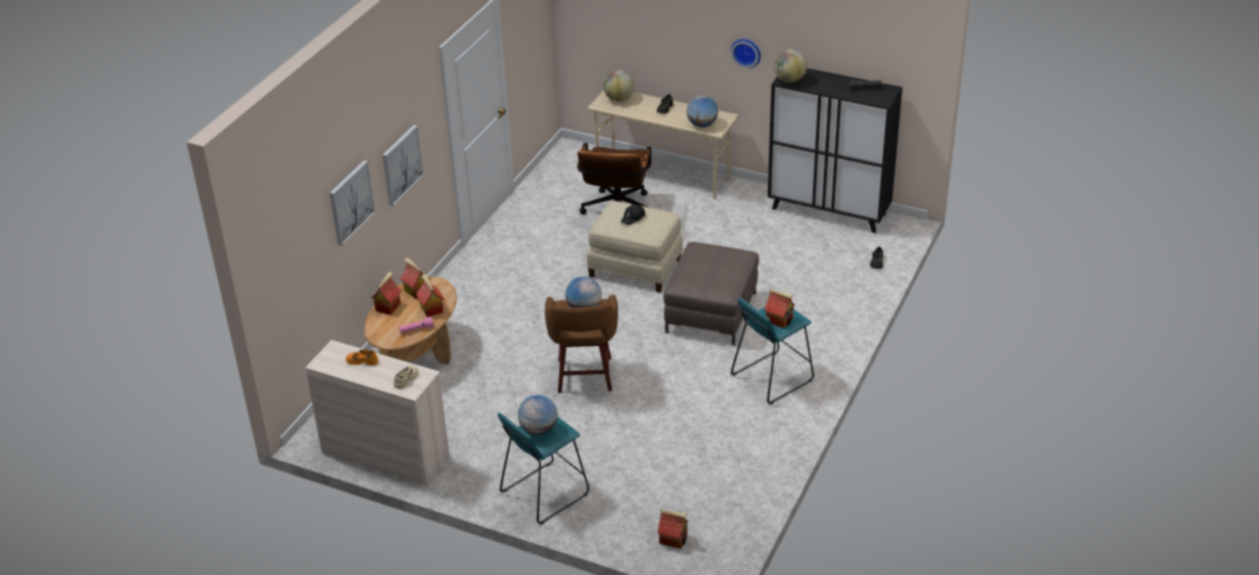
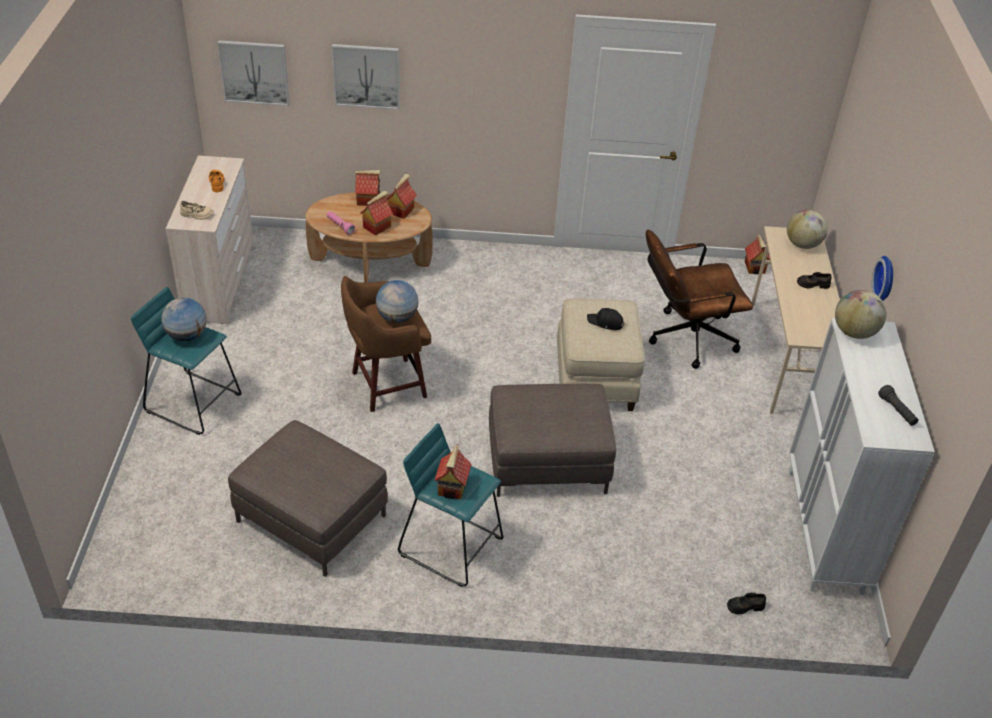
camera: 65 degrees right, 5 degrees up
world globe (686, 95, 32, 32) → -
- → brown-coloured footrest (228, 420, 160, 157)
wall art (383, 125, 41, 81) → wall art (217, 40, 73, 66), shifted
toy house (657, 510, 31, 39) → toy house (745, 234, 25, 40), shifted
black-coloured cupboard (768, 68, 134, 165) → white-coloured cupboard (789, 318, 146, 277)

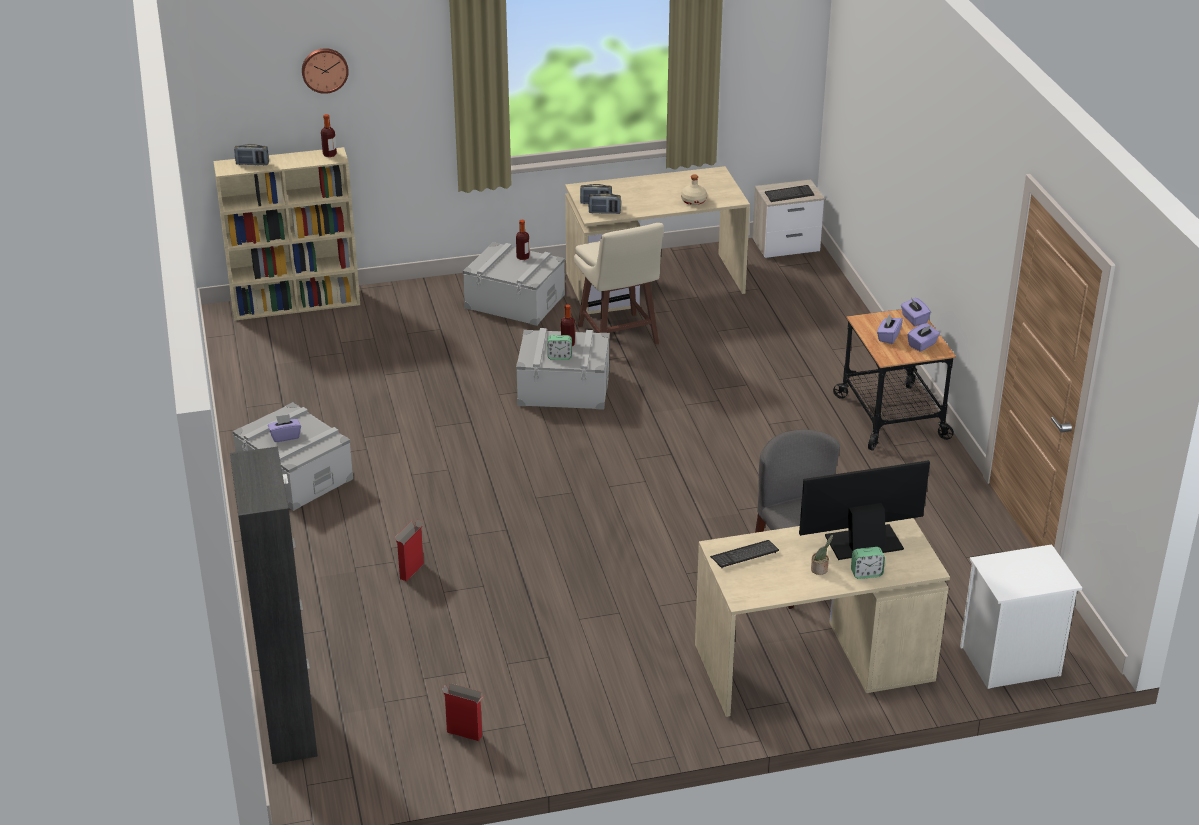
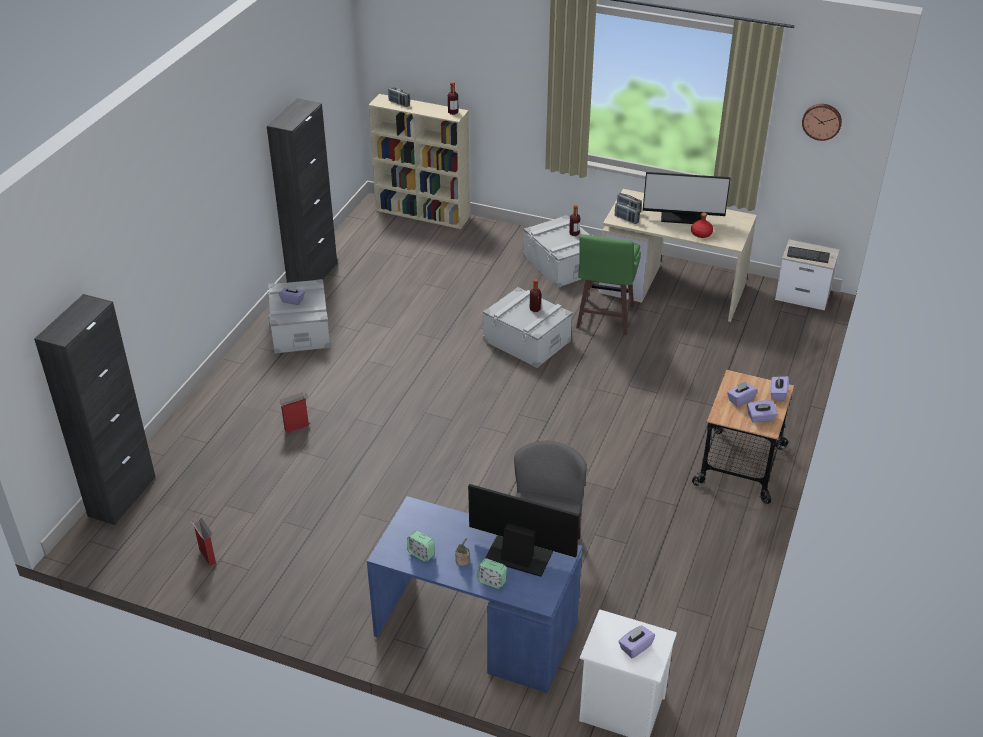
camera: 35 degrees right, 5 degrees up
keyboard (710, 540, 69, 28) → -
- → black-coloured cupboard (267, 98, 70, 185)
- → purplish box of tissues (618, 625, 37, 34)
- → computer display (643, 172, 88, 52)
hanging clock (302, 48, 47, 46) → hanging clock (802, 104, 40, 37), shifted
bedside clock (547, 335, 25, 25) → bedside clock (407, 530, 28, 32), shifted
sand-coloured stool seat (574, 223, 90, 122) → green stool seat (576, 235, 65, 100)
sand-coloured bottle (681, 174, 26, 31) → reddish bottle (691, 212, 22, 26)
sand-coloured desk unit (695, 518, 255, 199) → bluish desk unit (367, 496, 216, 197)

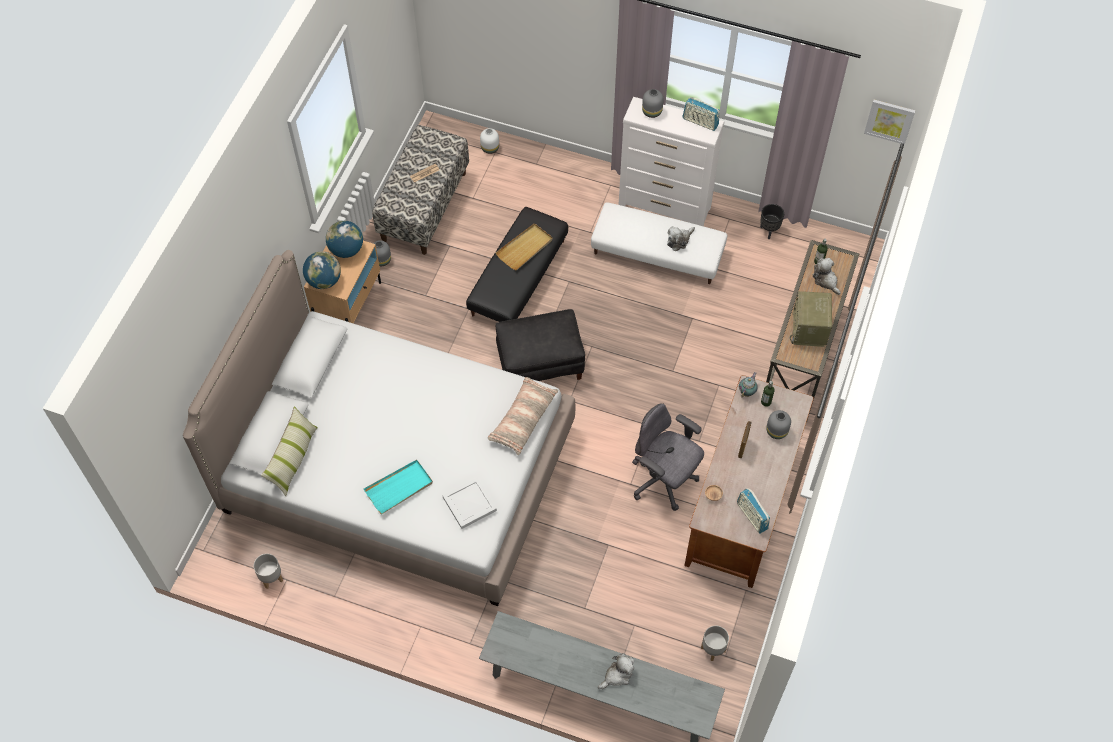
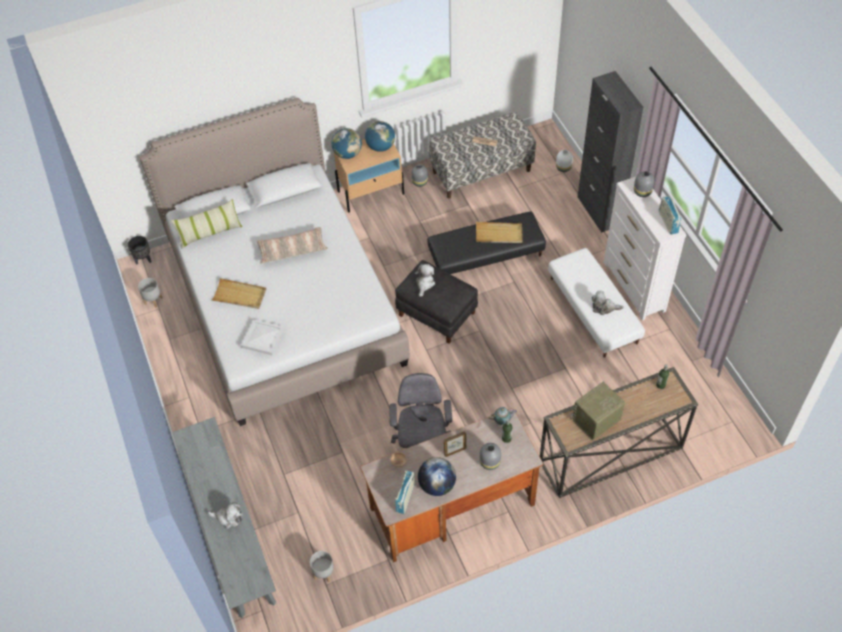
camera: 50 degrees right, 5 degrees down
wall art (864, 100, 51, 45) → -
- → world globe (418, 457, 38, 39)
- → black-coloured cupboard (577, 71, 66, 162)
cushion (488, 377, 70, 78) → cushion (257, 227, 71, 37), shifted
black-coloured flower pot (760, 204, 24, 35) → black-coloured flower pot (128, 236, 24, 28), shifted
soft toy (813, 258, 28, 37) → soft toy (415, 264, 20, 33), shifted
turquoise-coloured carrying tray (364, 460, 69, 55) → sand-coloured carrying tray (212, 278, 54, 31)

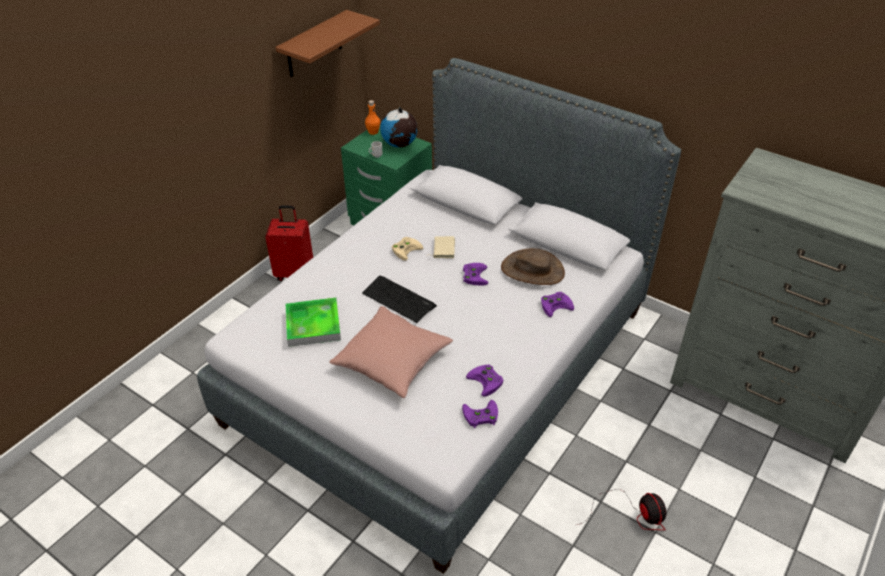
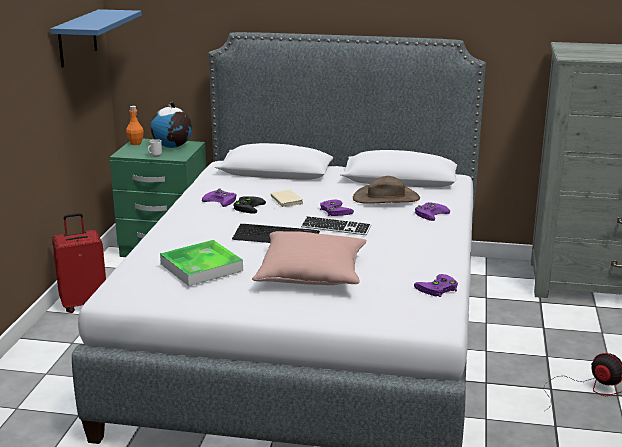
camera: 25 degrees left, 20 degrees down
- → keyboard (301, 216, 71, 19)
purplish gamepad (466, 364, 38, 33) → purplish gamepad (202, 188, 34, 19), shifted
brown-coloured wall shelf (275, 10, 105, 67) → bluish wall shelf (50, 9, 92, 59)
sand-coloured gamepad (392, 237, 31, 24) → black-coloured gamepad (233, 196, 33, 18)

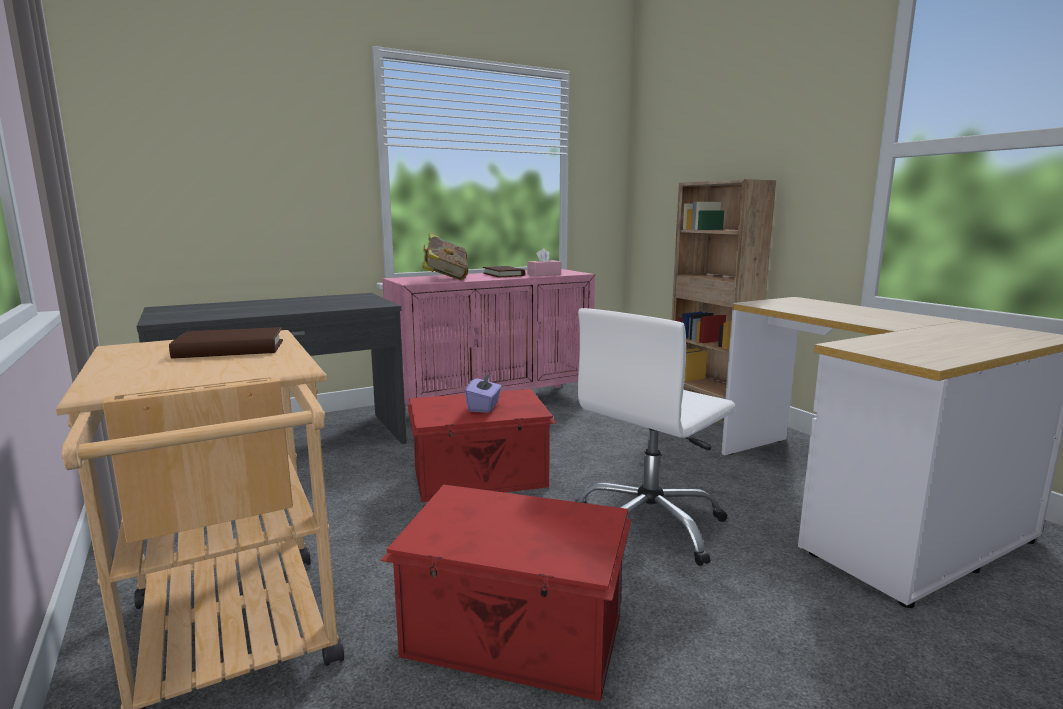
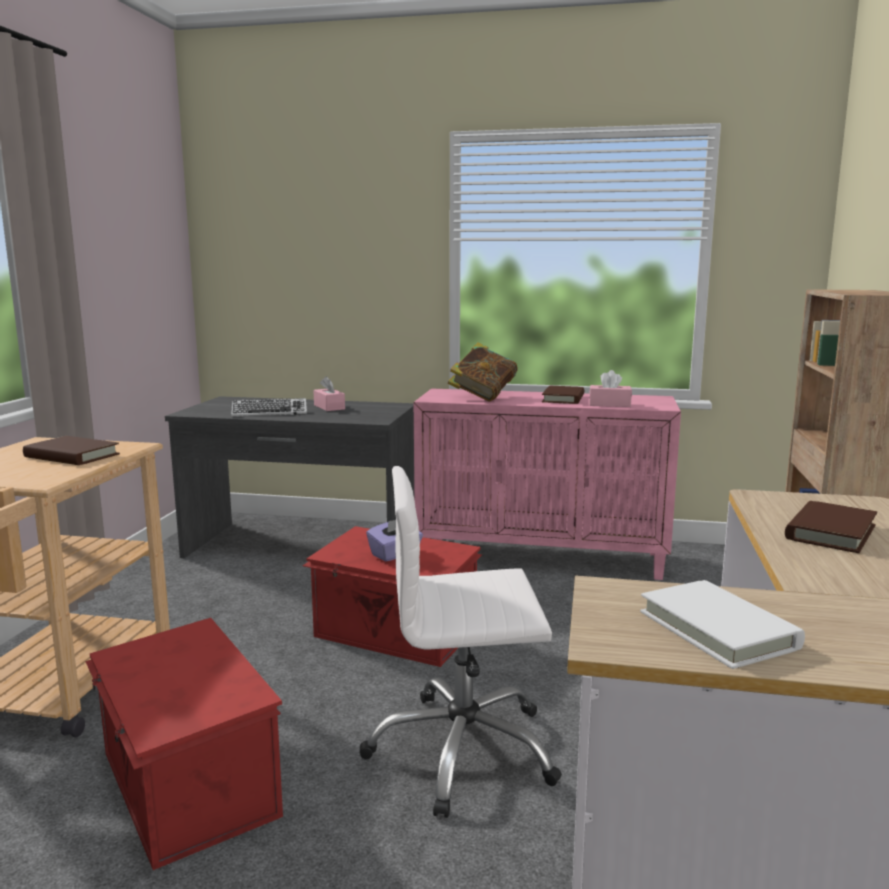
camera: 40 degrees right, 0 degrees up
- → keyboard (231, 398, 76, 19)
- → pinkish box of tissues (313, 376, 32, 35)
- → white-coloured volume (640, 580, 165, 89)
- → brown-coloured volume (785, 501, 92, 52)

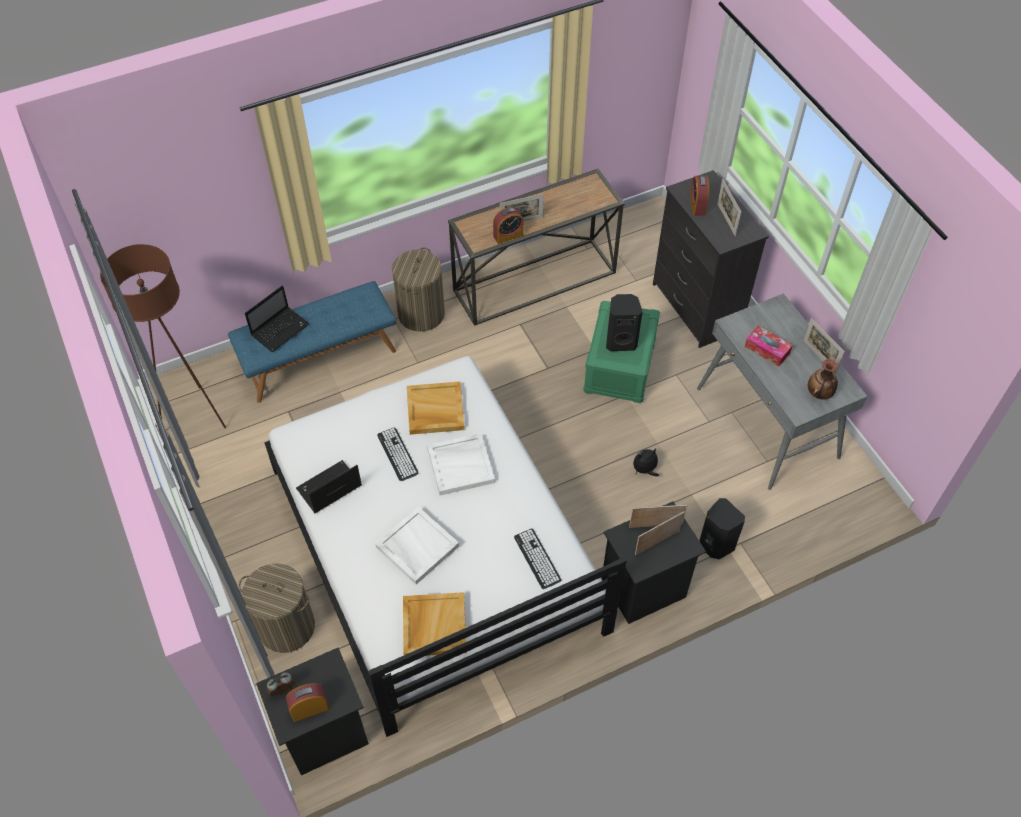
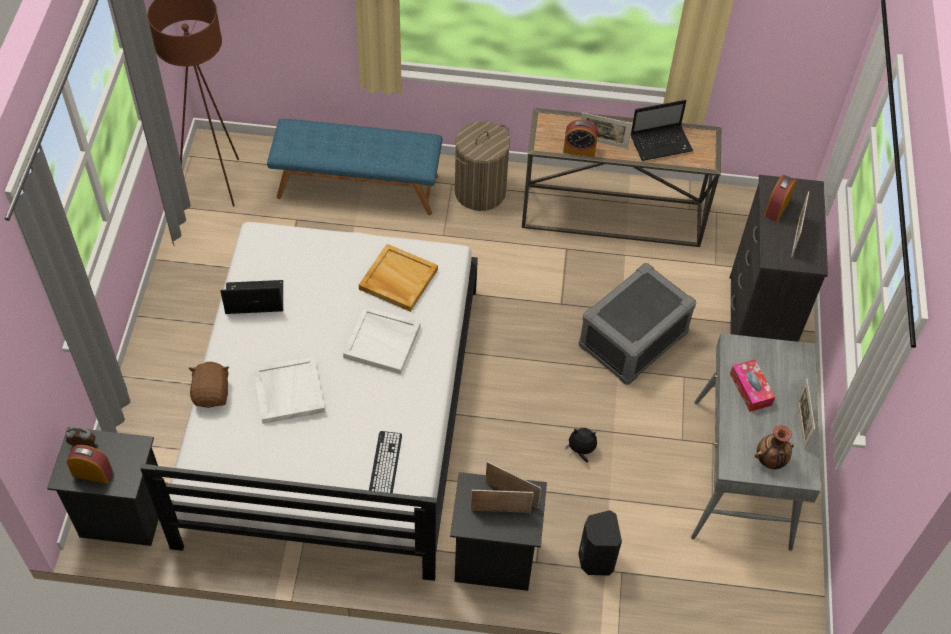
camera: 30 degrees right, 0 degrees up
laundry basket (239, 564, 76, 89) → -
keyboard (377, 428, 42, 53) → -
sand-coloured carrying tray (403, 592, 64, 64) → -
black-coloured loudspeaker (606, 294, 37, 57) → -
- → brown-coloured soft toy (189, 362, 40, 46)
portable computer (245, 285, 65, 67) → portable computer (630, 100, 63, 61), shifted
green storage bin (583, 301, 77, 102) → gray storage bin (579, 263, 117, 122)

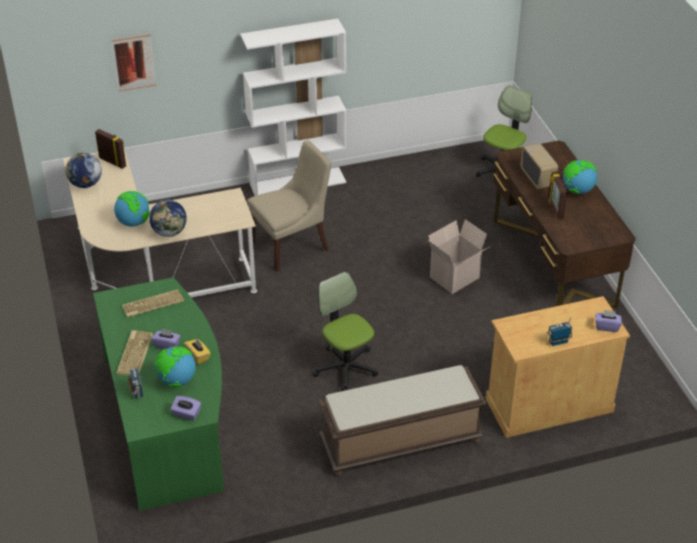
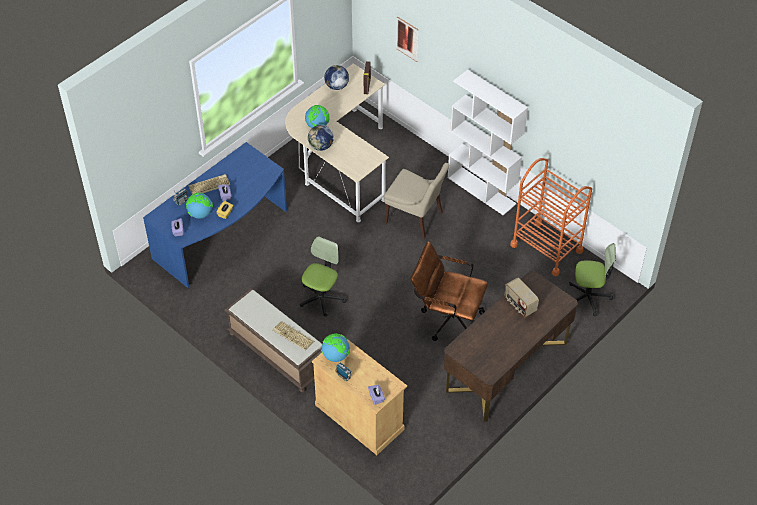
camera: 60 degrees right, 10 degrees up
standing frame (548, 171, 20, 48) → -
- → orange-coloured cart (510, 158, 82, 118)
keyboard (122, 289, 62, 28) → keyboard (272, 321, 42, 29), shifted
world globe (563, 160, 34, 34) → world globe (321, 334, 29, 28), shifted
packing box (428, 219, 63, 75) → brown-coloured computer chair (411, 241, 77, 100)
green desk unit (93, 277, 131, 234) → bluish desk unit (143, 142, 144, 146)
radio set (521, 143, 37, 46) → radio set (505, 277, 34, 40), 105 degrees clockwise

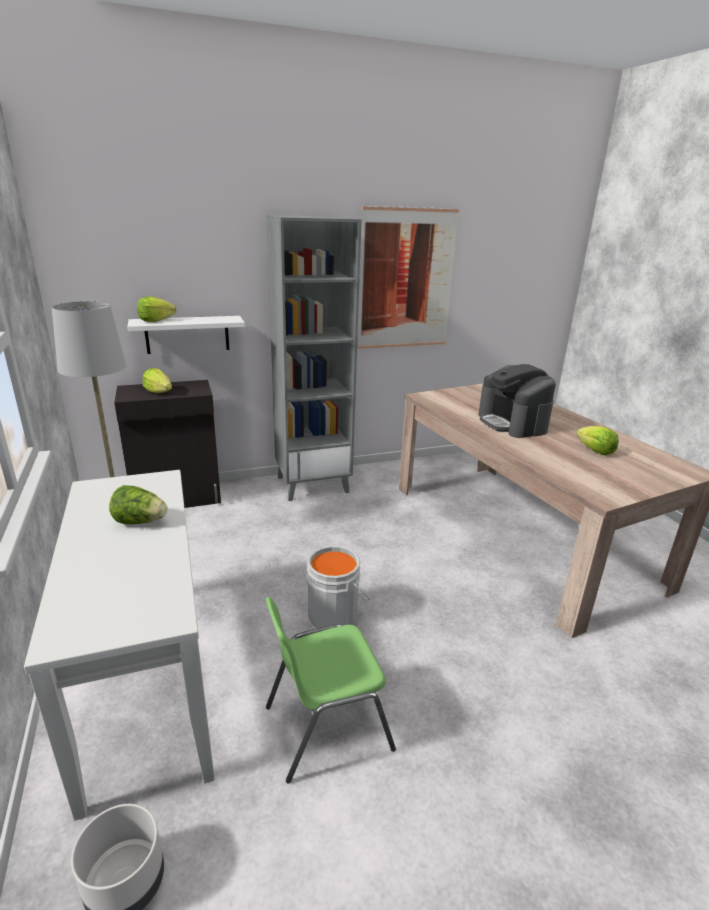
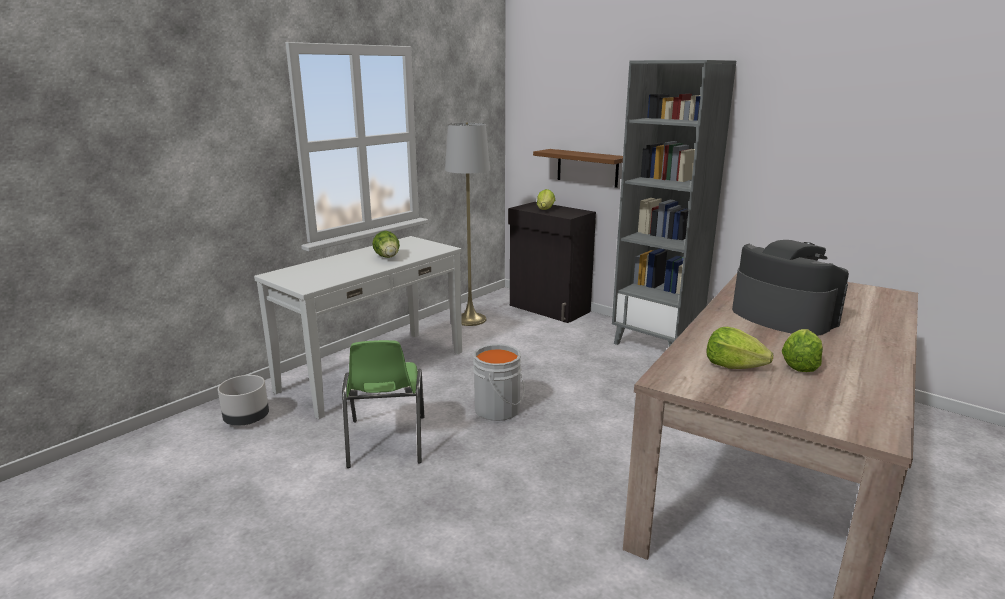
camera: 60 degrees right, 5 degrees down
wall art (357, 206, 102, 143) → -
lettuce head (137, 297, 39, 25) → lettuce head (706, 327, 67, 42), shifted
white-coloured wall shelf (127, 316, 118, 38) → brown-coloured wall shelf (533, 149, 90, 39)
green upright chair (265, 597, 131, 187) → green upright chair (342, 340, 82, 128), 135 degrees counterclockwise
coffee machine (478, 364, 78, 74) → coffee machine (732, 240, 117, 96), 105 degrees clockwise

